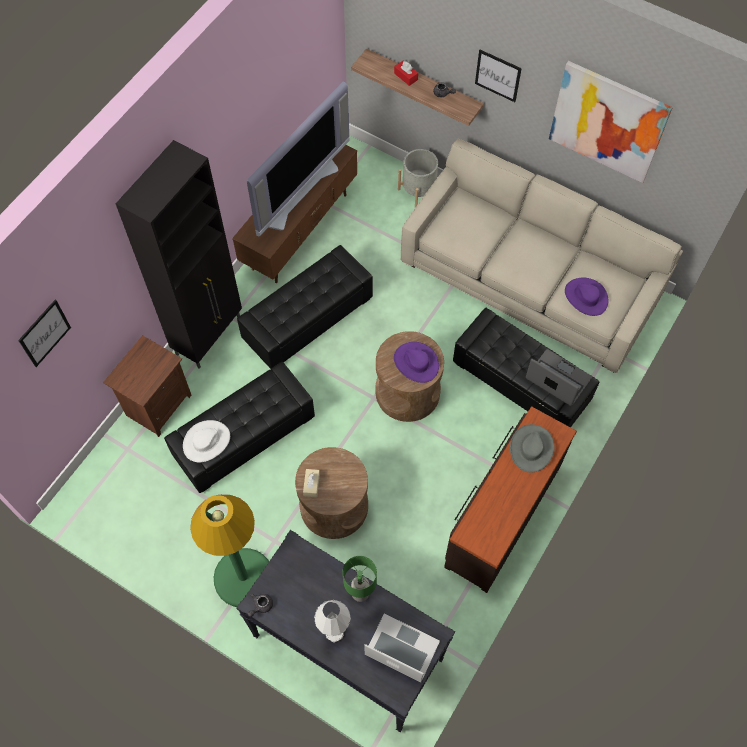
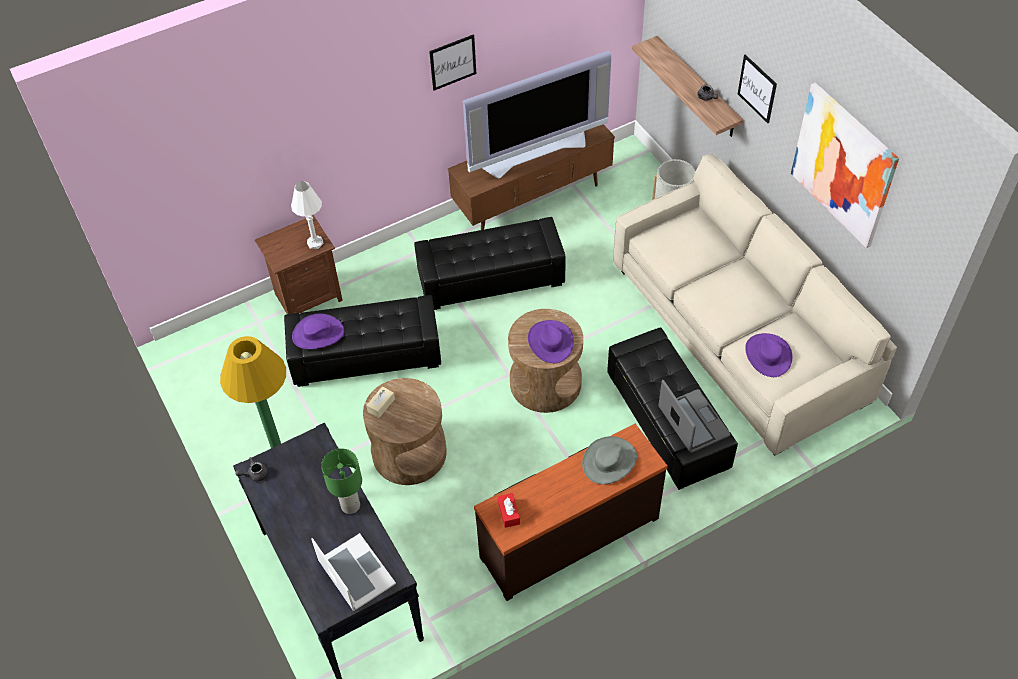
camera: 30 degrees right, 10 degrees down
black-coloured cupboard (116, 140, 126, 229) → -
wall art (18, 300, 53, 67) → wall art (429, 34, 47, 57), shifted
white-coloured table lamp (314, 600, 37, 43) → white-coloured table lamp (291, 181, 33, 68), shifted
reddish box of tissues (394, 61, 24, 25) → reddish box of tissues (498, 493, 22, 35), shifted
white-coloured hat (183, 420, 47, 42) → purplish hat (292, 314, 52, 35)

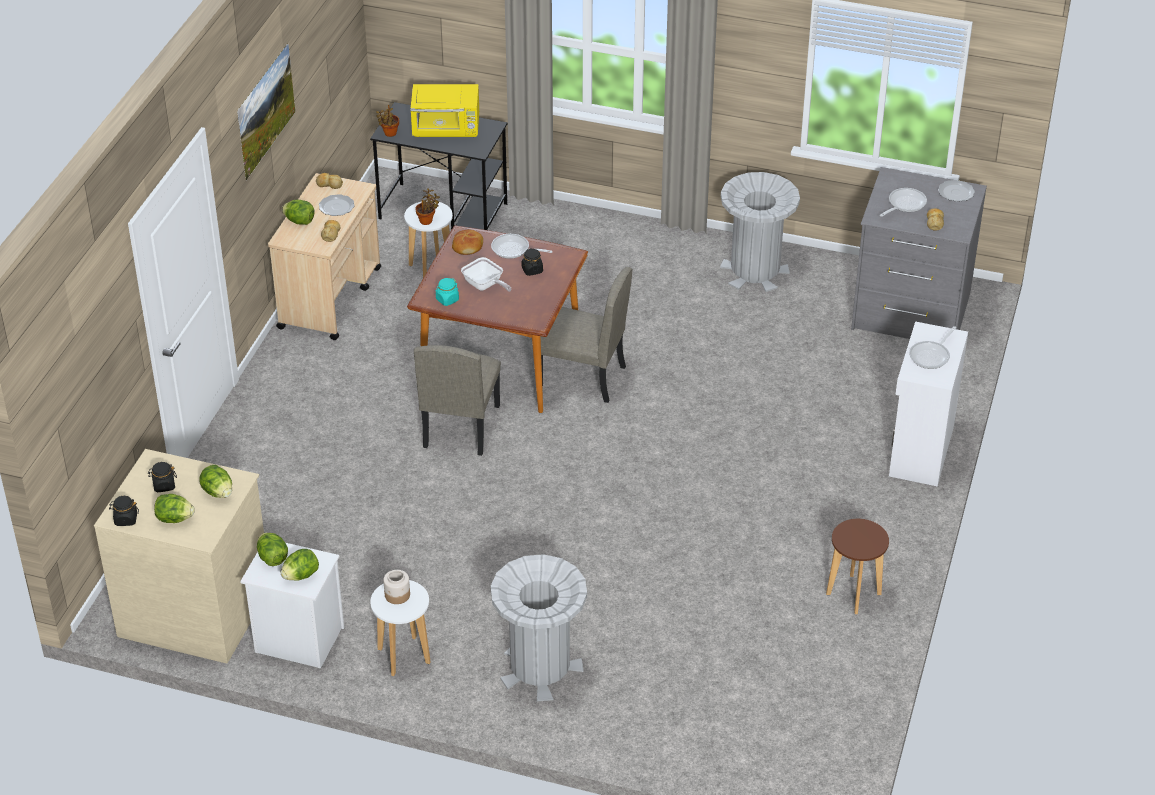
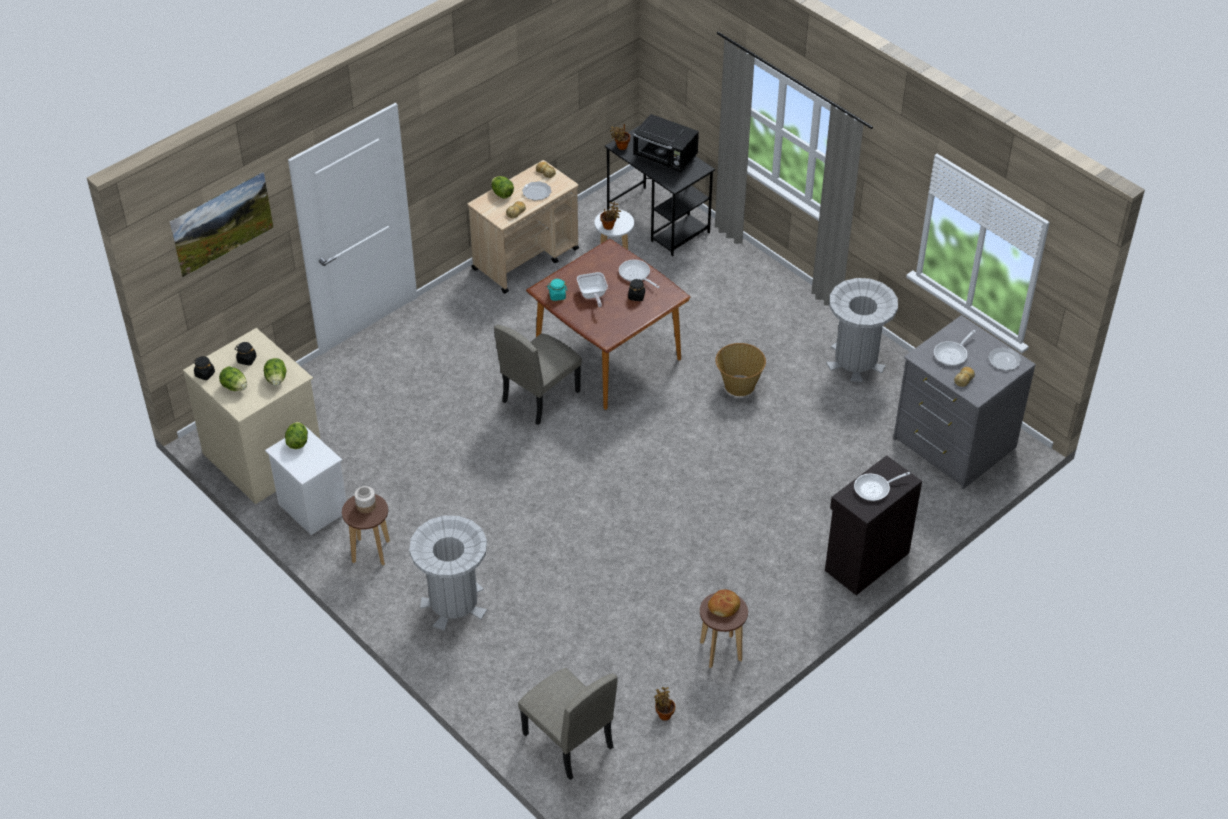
camera: 30 degrees right, 5 degrees up
lettuce head (280, 549, 39, 32) → -
- → plant in a pot (654, 687, 21, 34)
- → basket (715, 343, 51, 53)
wall art (237, 44, 58, 136) → wall art (170, 172, 104, 106), shifted
bread (452, 230, 31, 25) → bread (708, 589, 32, 28), shifted
sand-coloured upright chair (541, 267, 91, 136) → sand-coloured upright chair (518, 668, 100, 112), shifted
white-coloured stool seat (370, 580, 61, 96) → brown-coloured stool seat (342, 494, 48, 71)
yellow-coloured microwave (410, 84, 69, 53) → black-coloured microwave (633, 114, 66, 59)
white-coloured cupboard (889, 321, 79, 166) → black-coloured cupboard (825, 455, 97, 140)
skillet (880, 188, 47, 29) → skillet (934, 330, 42, 36), 150 degrees clockwise

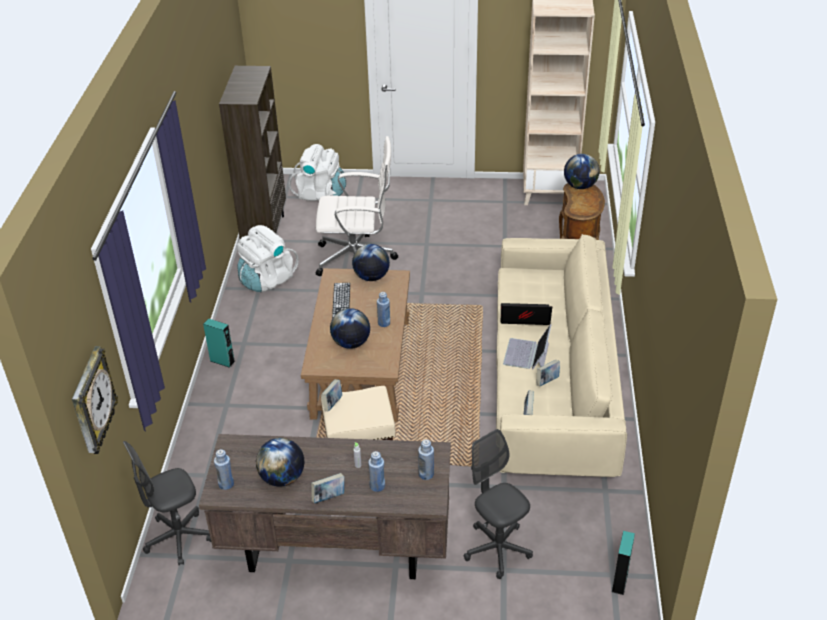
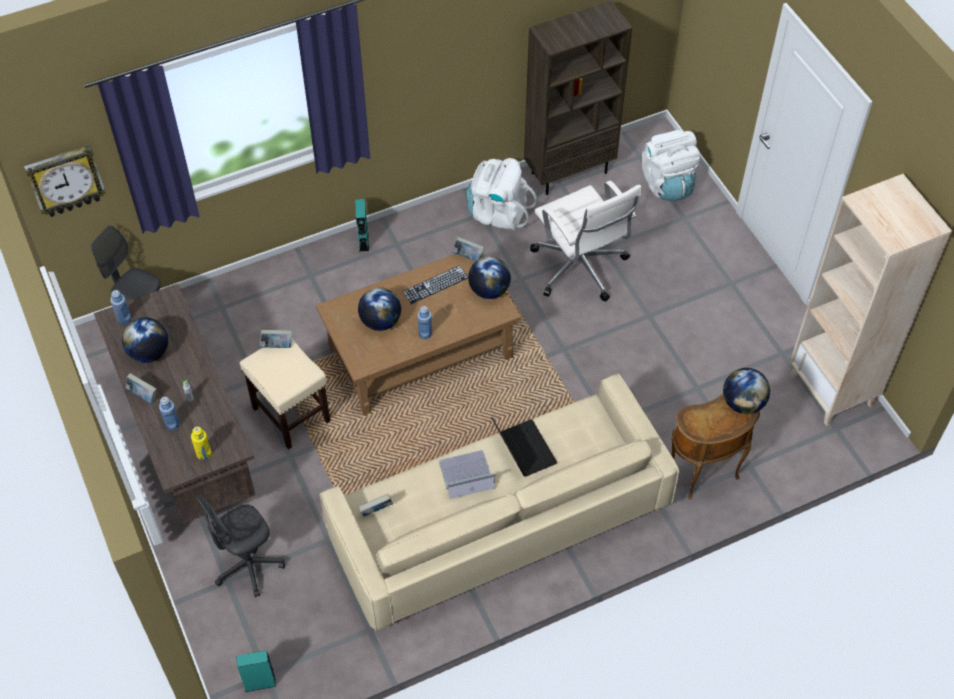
camera: 60 degrees right, 15 degrees up
volume (537, 360, 23, 26) → volume (452, 237, 32, 25), shifted
bluish bottle (418, 439, 16, 41) → yellow-coloured bottle (191, 426, 21, 34)
gray computer chair (464, 429, 69, 150) → gray computer chair (196, 496, 89, 101), 150 degrees counterclockwise

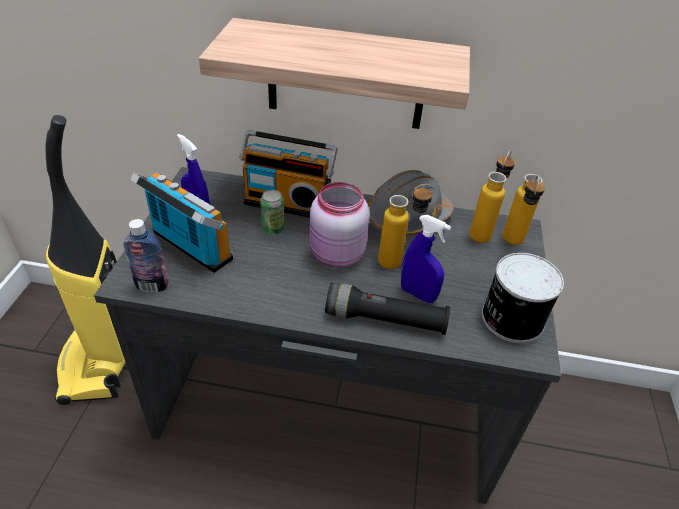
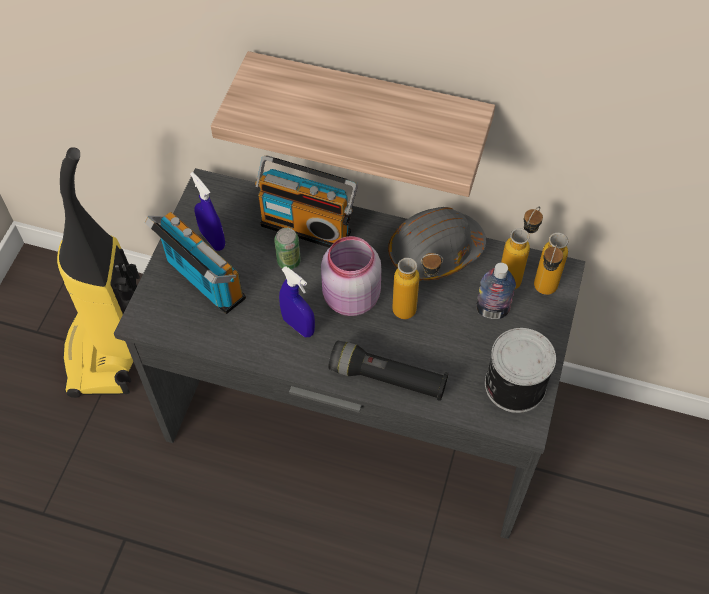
camera: 10 degrees right, 15 degrees up
bottle (123, 219, 46, 74) → bottle (476, 263, 40, 56), shifted
bluish spray bottle (401, 215, 50, 88) → bluish spray bottle (279, 266, 36, 71), shifted

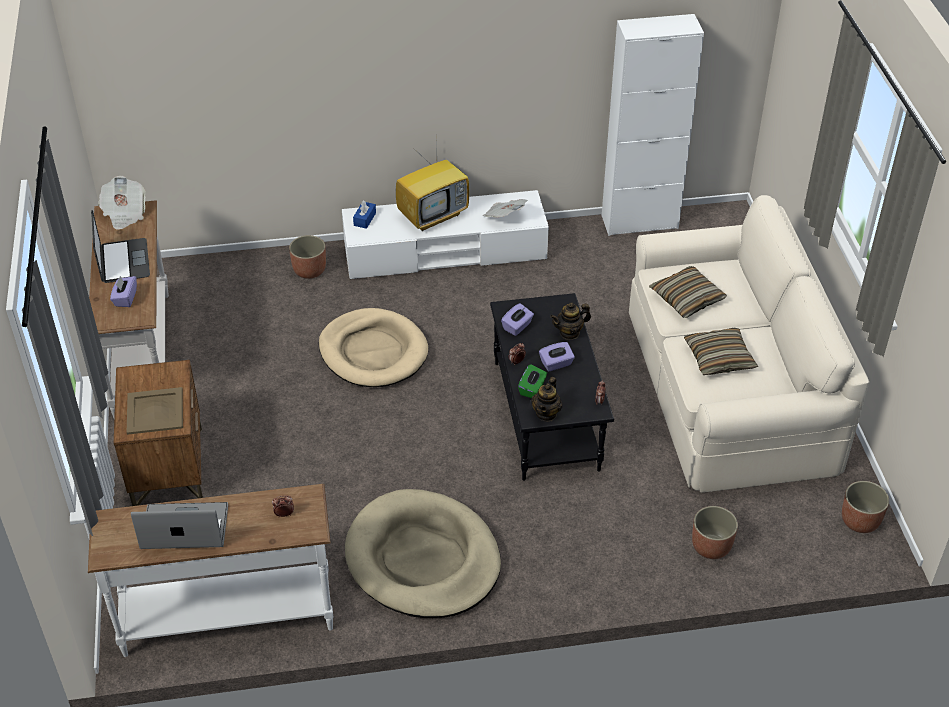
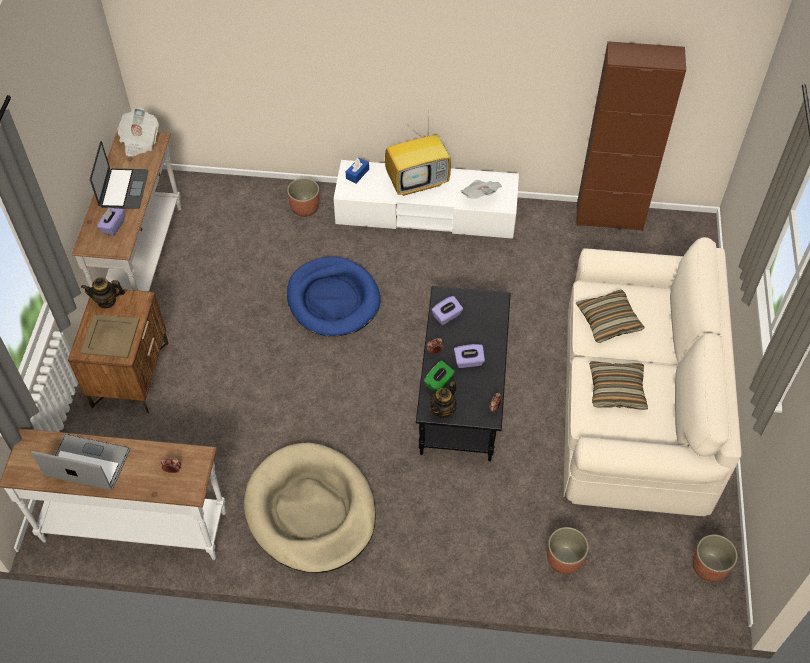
camera: 15 degrees right, 10 degrees up
pot for tea (550, 303, 41, 37) → pot for tea (81, 278, 44, 31), shifted
sand-coloured pet bed (319, 308, 109, 79) → bluish pet bed (287, 257, 93, 79)
white-coloured cupboard (602, 14, 102, 222) → brown-coloured cupboard (576, 41, 110, 190)

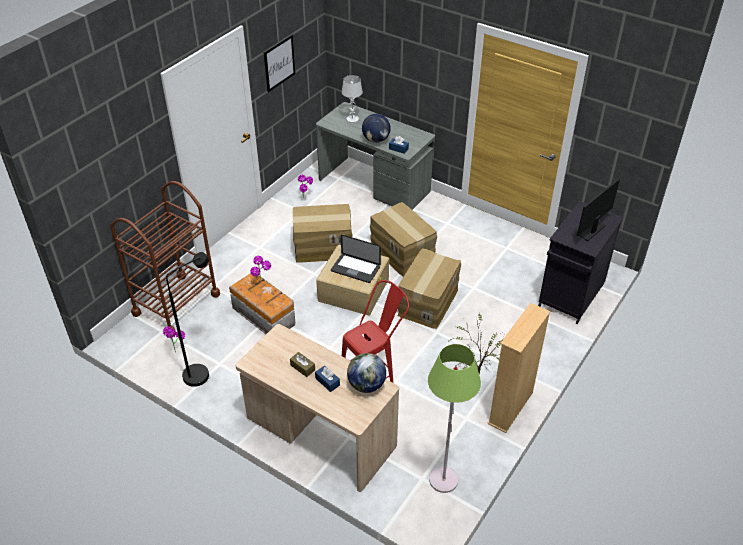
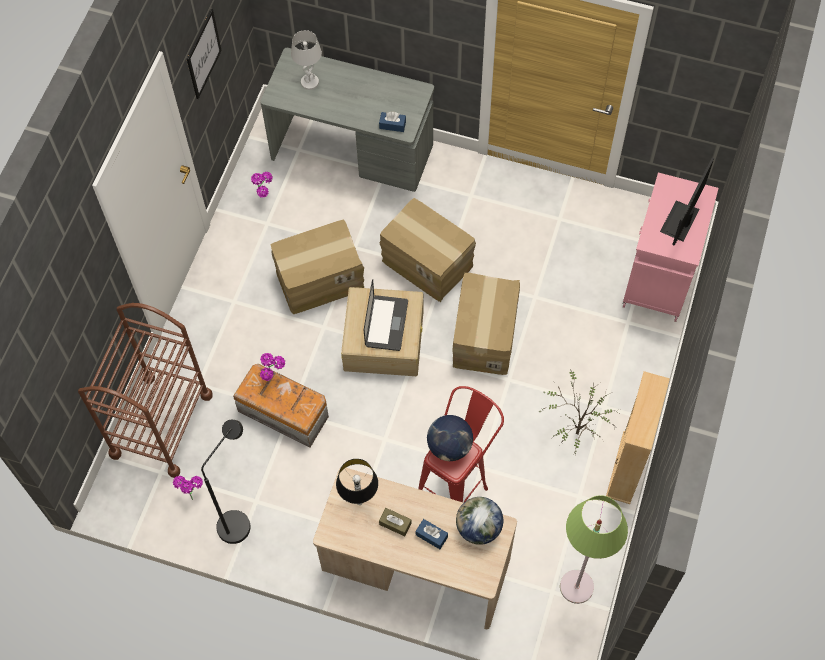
camera: 15 degrees left, 20 degrees up
- → table lamp (336, 459, 42, 46)
world globe (362, 114, 29, 29) → world globe (427, 415, 46, 46), shifted
black-coloured cupboard (538, 201, 86, 123) → pinkish cupboard (623, 172, 96, 150)
portable computer (331, 235, 50, 48) → portable computer (364, 279, 44, 72), 90 degrees counterclockwise

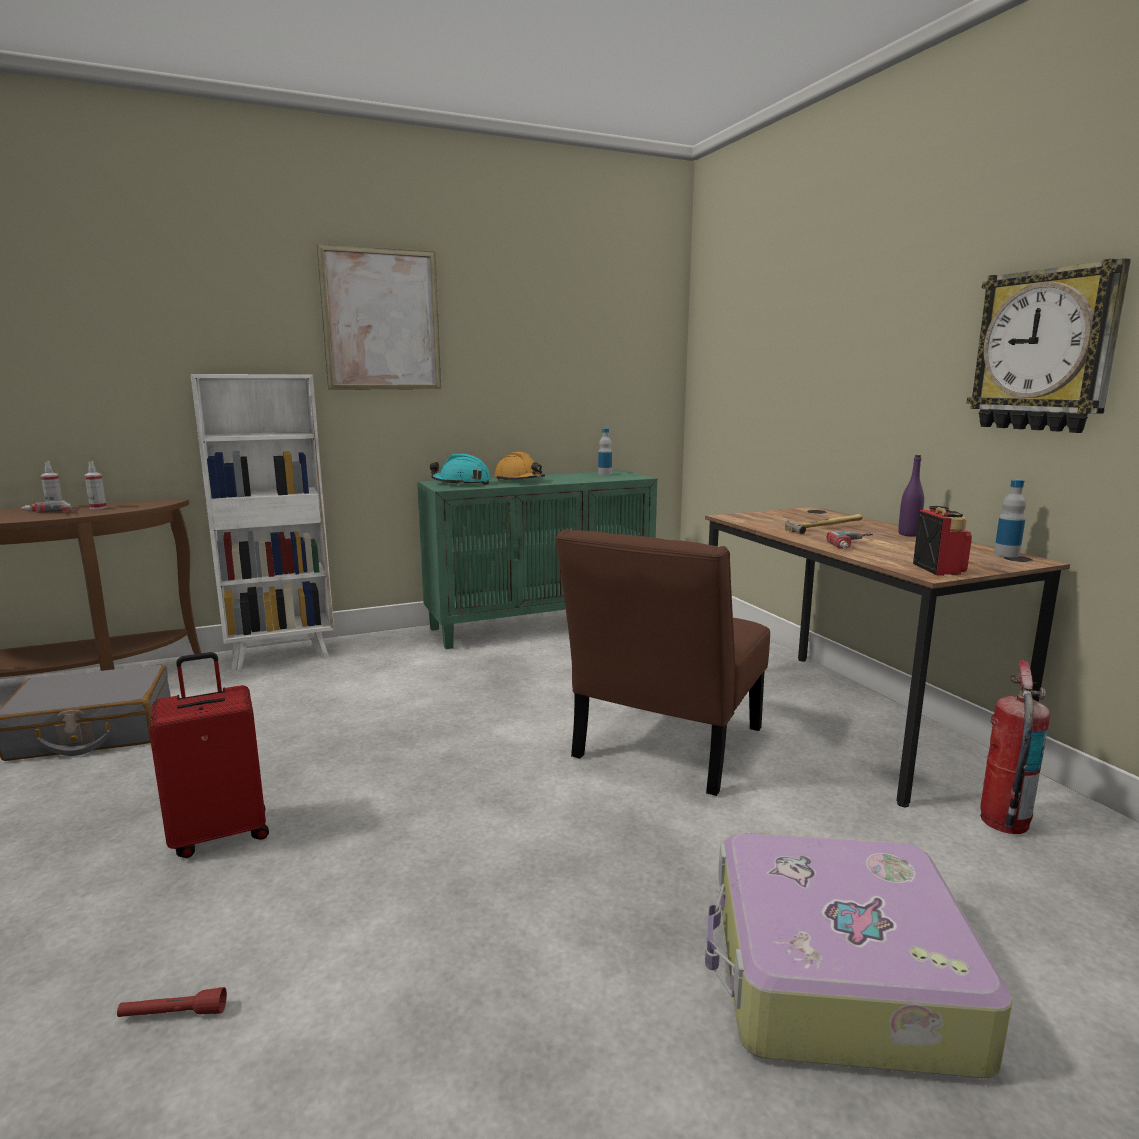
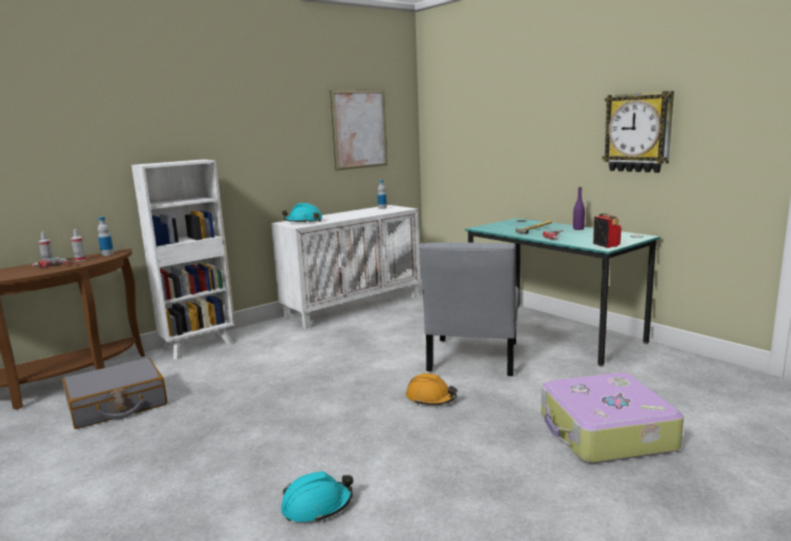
camera: 15 degrees left, 0 degrees up
reddish suitcase (149, 652, 120, 206) → -
fire-fighting cylinder (980, 660, 70, 174) → -
wall art (317, 244, 124, 146) → wall art (330, 90, 58, 81), shifted
orange-coloured work helmet (494, 452, 51, 29) → orange-coloured work helmet (406, 373, 51, 32), shifted
bottle (994, 480, 32, 77) → bottle (98, 217, 16, 39), shifted
reddish flashlight (117, 987, 110, 30) → turquoise-coloured work helmet (281, 471, 72, 51)
green cupboard (417, 470, 240, 179) → white-coloured cupboard (271, 205, 149, 124)
brown-coloured upright chair (556, 529, 214, 267) → gray upright chair (419, 242, 100, 134)
brown-coloured desk unit (705, 507, 365, 300) → turquoise-coloured desk unit (465, 218, 195, 148)

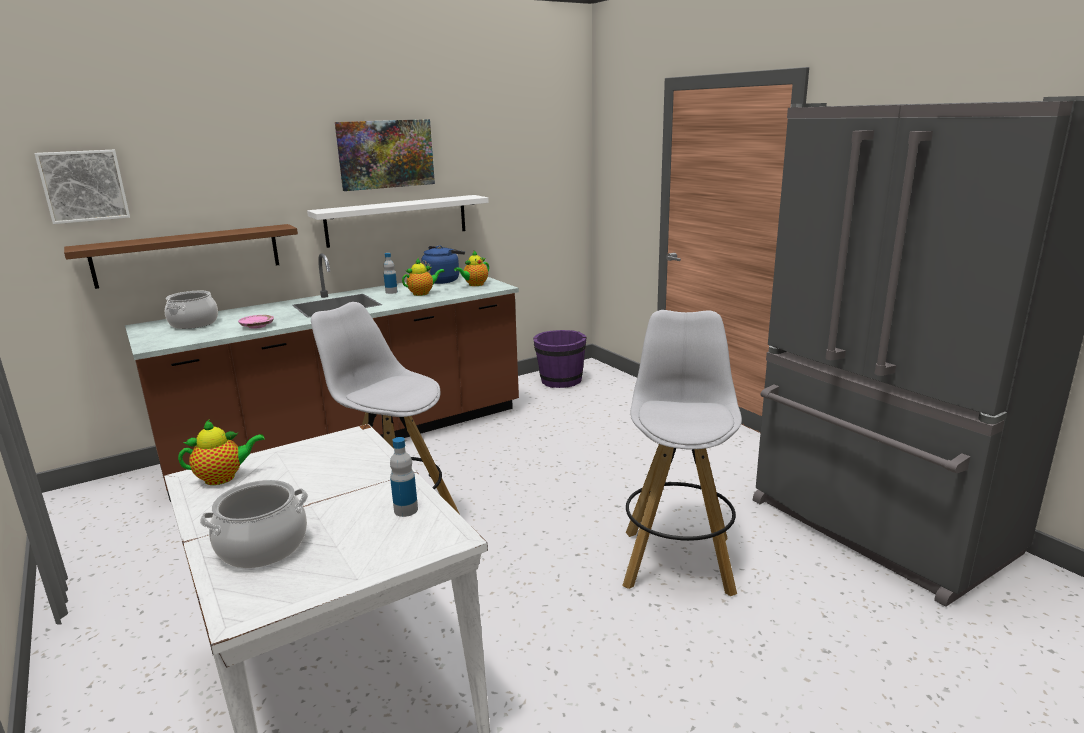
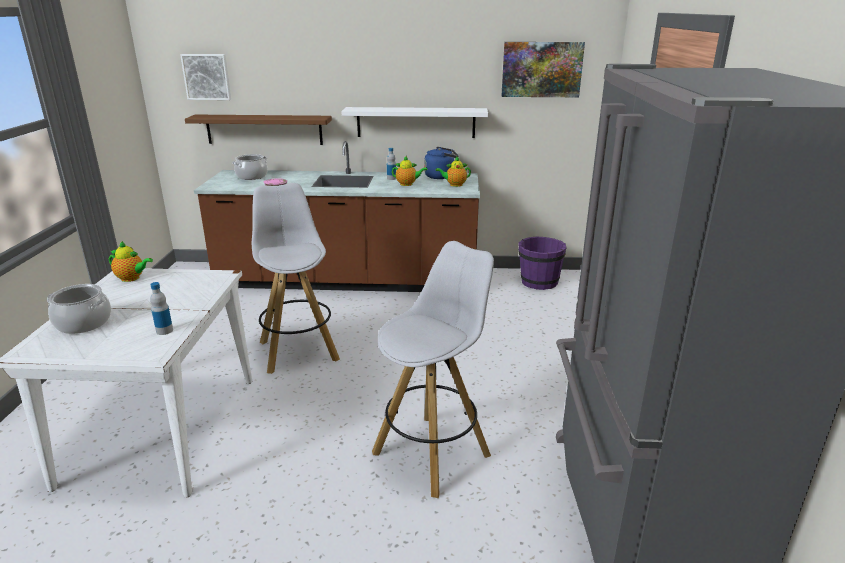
camera: 35 degrees right, 5 degrees up
wall art (335, 119, 100, 72) → wall art (501, 42, 84, 55), shifted

